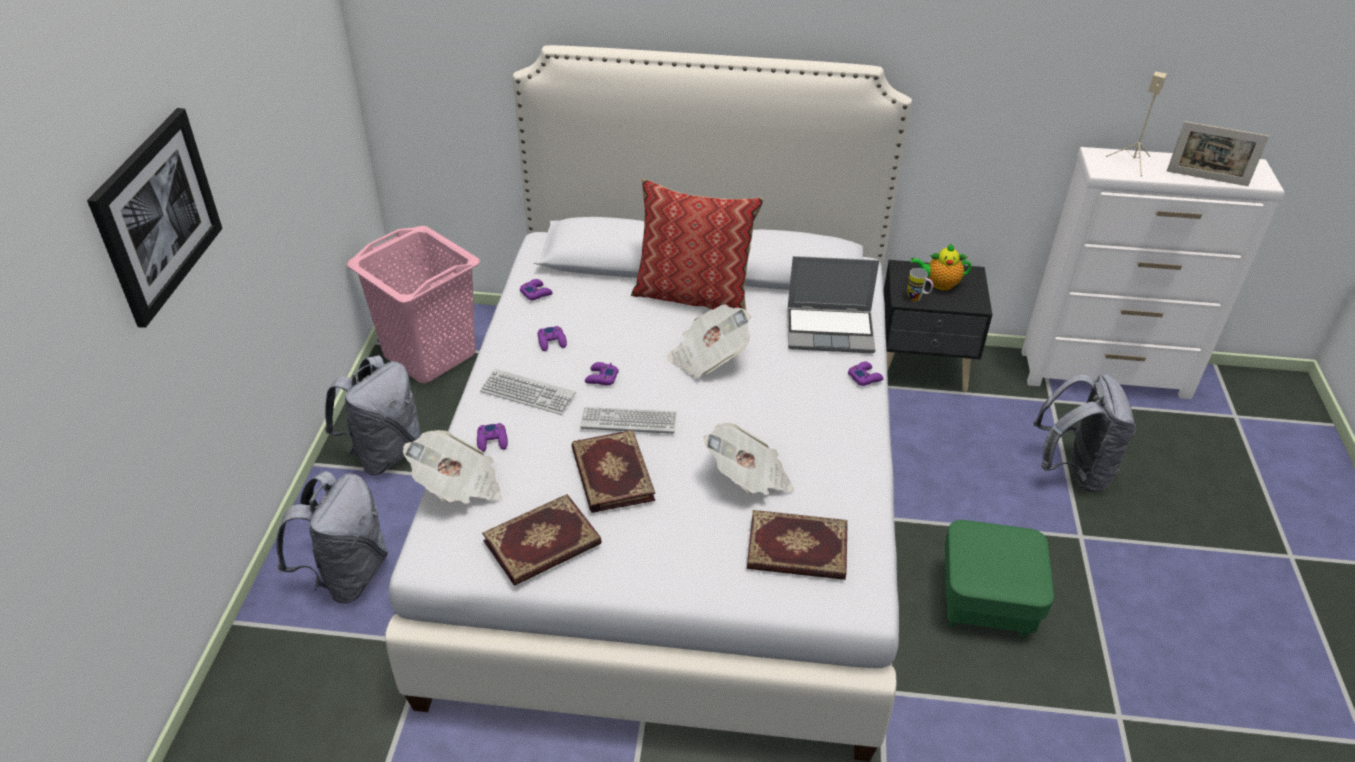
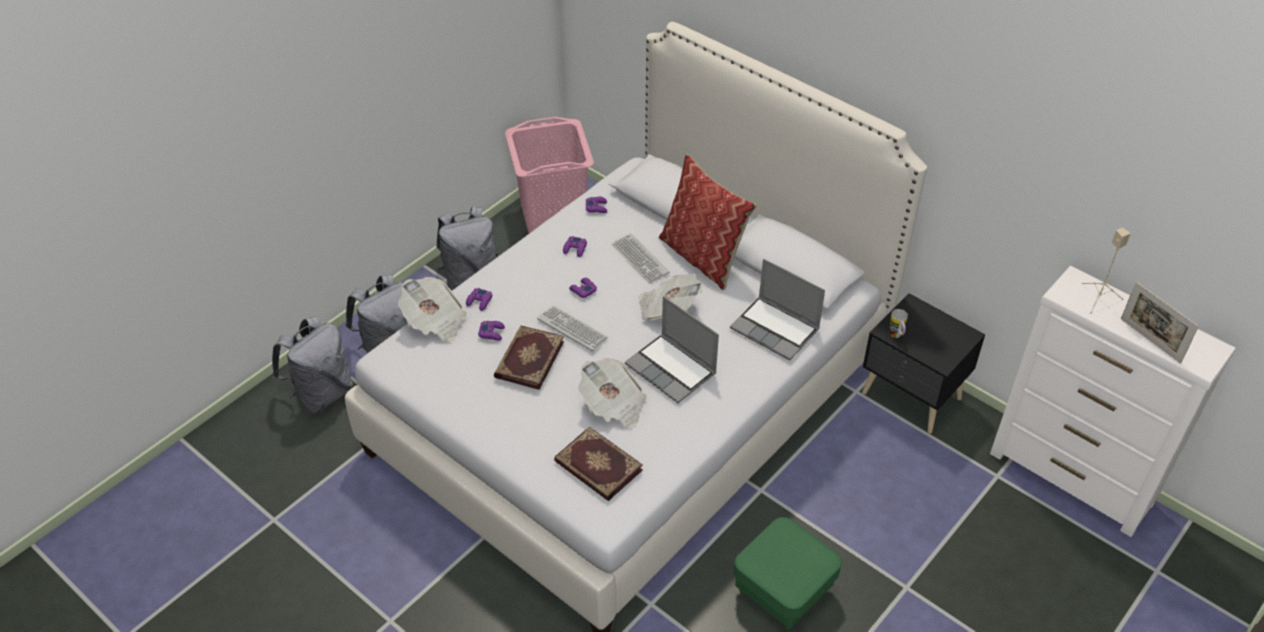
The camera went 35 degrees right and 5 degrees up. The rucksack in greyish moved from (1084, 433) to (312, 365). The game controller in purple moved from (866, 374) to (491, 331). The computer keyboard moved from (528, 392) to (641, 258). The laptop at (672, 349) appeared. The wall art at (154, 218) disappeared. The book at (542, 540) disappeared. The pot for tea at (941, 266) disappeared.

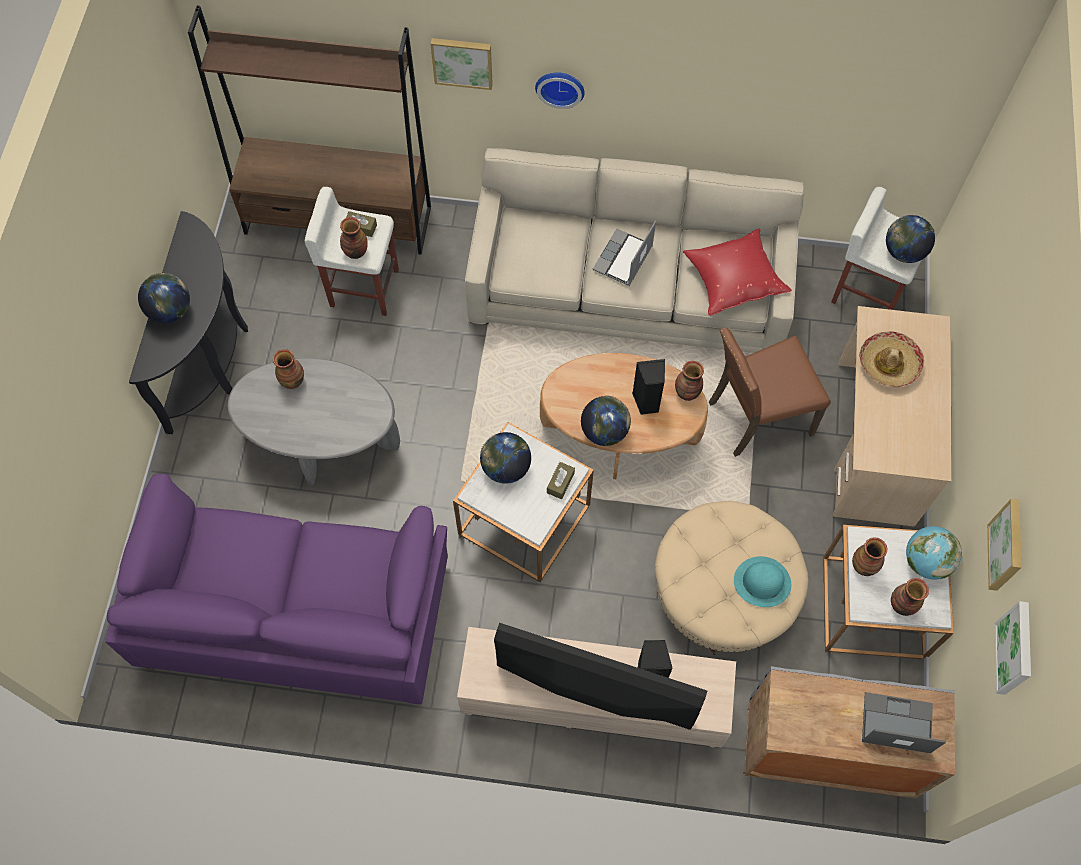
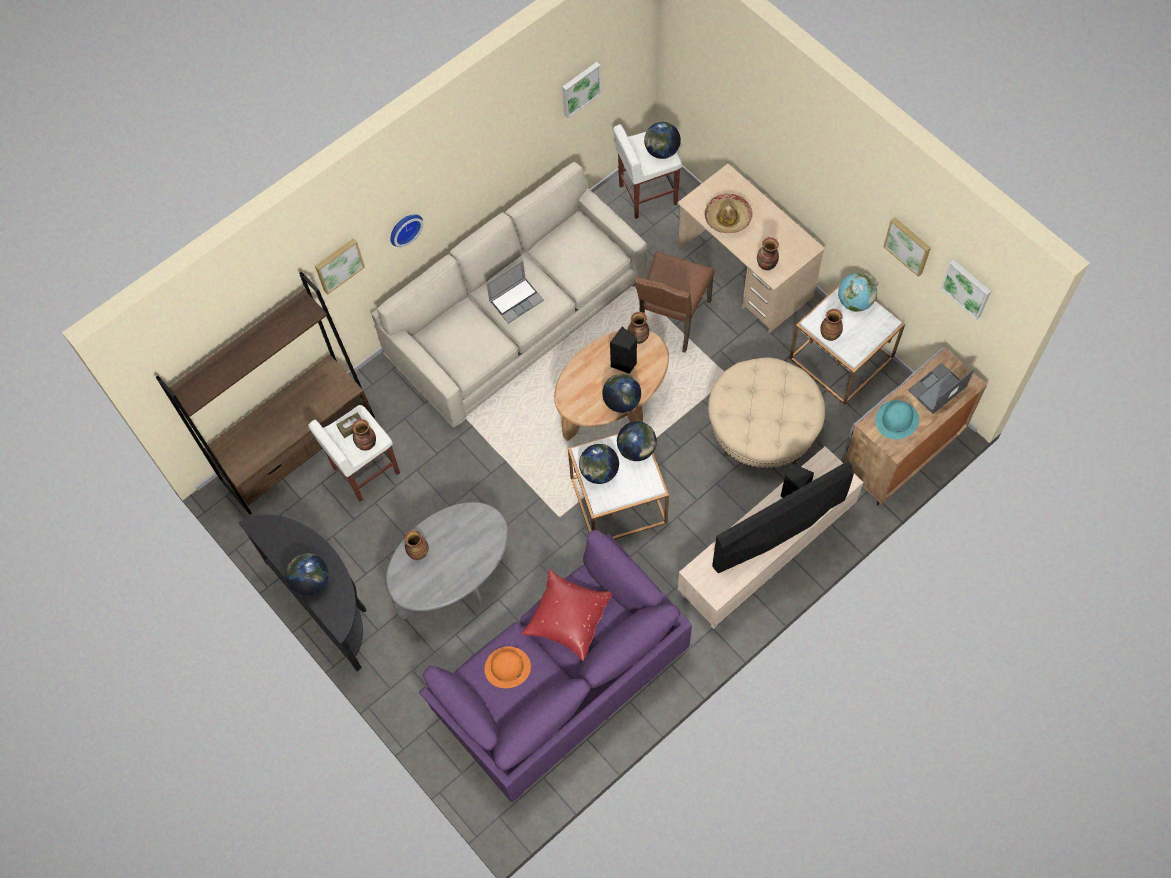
The camera went 45 degrees left and 0 degrees up. The clothing hat in orangey at (507, 667) appeared. The laptop at (624, 253) turned 105 degrees counterclockwise. The pillow in red-coloured moved from (737, 272) to (566, 615). The wall art at (581, 90) appeared. The tissue holder in brown at (561, 480) was replaced by the world globe at (637, 441). The vase moved from (910, 597) to (768, 253). The clothing hat in turquoise moved from (762, 581) to (897, 419).

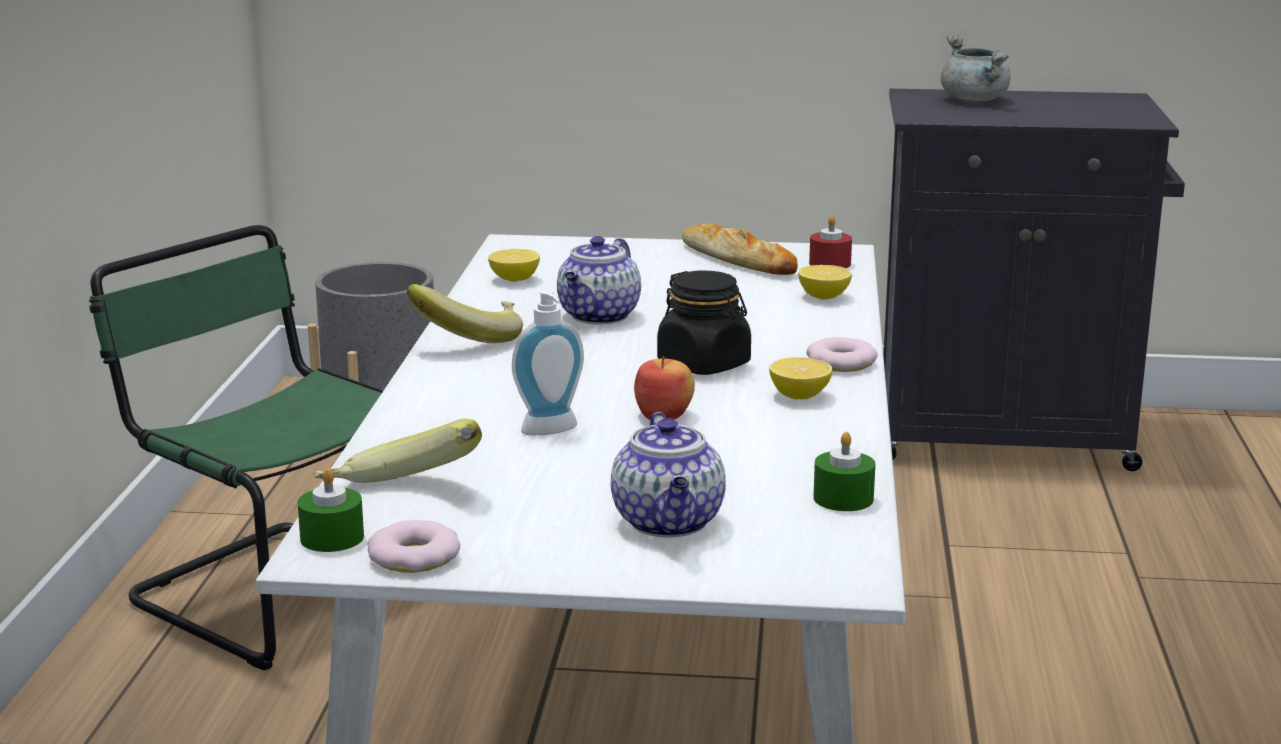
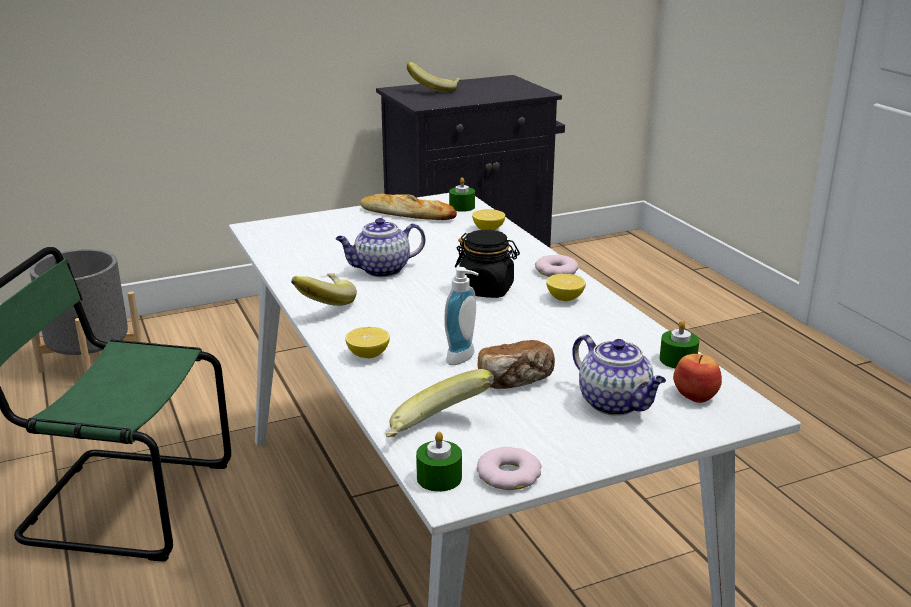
The camera went 30 degrees left and 5 degrees up. The pot for tea at (599, 280) turned 75 degrees clockwise. The whole lemon moved from (514, 265) to (367, 342). The cooking pot in greyish at (976, 68) was replaced by the banana at (434, 77). The wax light in red-coloured at (830, 241) became the wax light in greenish at (462, 194). The bread at (516, 364) appeared. The whole apple moved from (664, 388) to (697, 378).

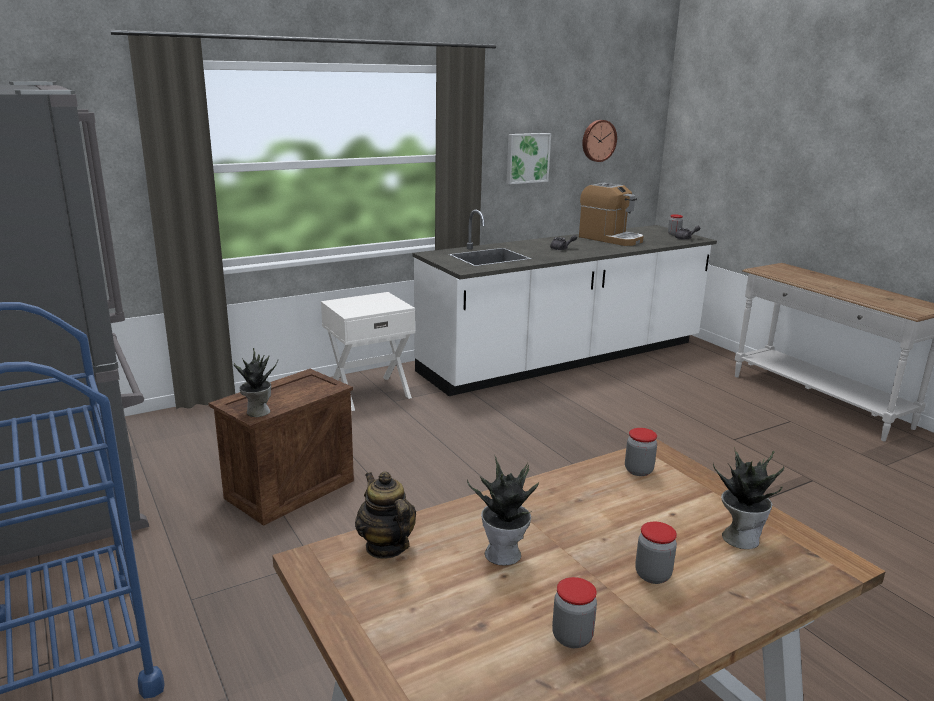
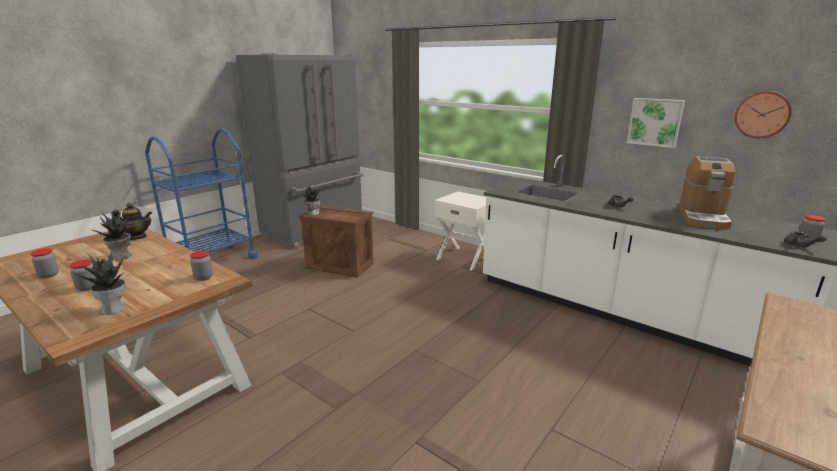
The camera went 70 degrees right and 0 degrees up. The pot for tea at (385, 515) turned 45 degrees clockwise.

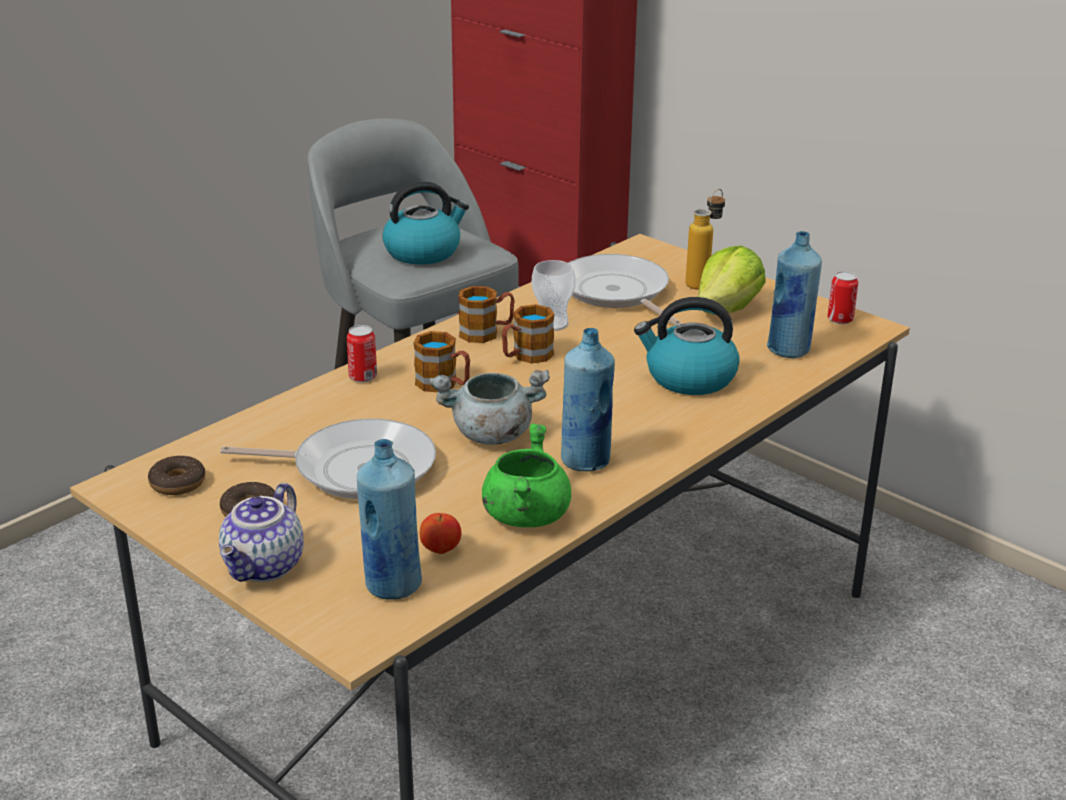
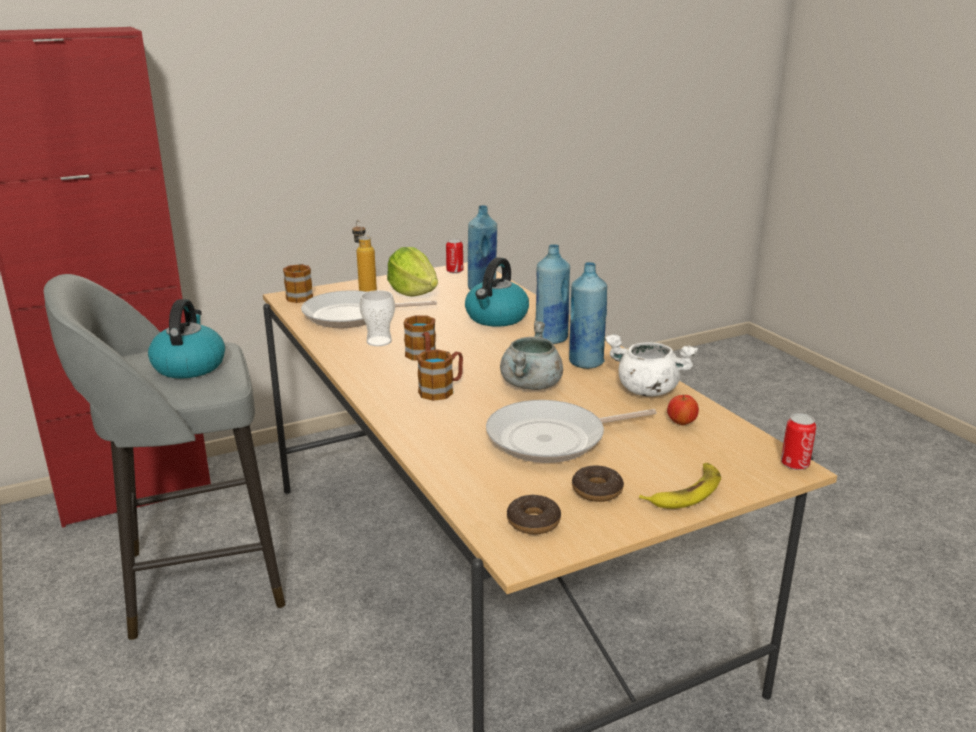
The camera went 70 degrees left and 5 degrees down. The tea mug moved from (486, 314) to (298, 283). The frying pan at (328, 459) turned 135 degrees counterclockwise. The beverage bottle in bluish moved from (389, 519) to (553, 294). The cooking pot in greenish at (526, 475) became the cooking pot in white at (651, 365). The pot for tea at (261, 532) was replaced by the banana at (680, 486). The metal can moved from (362, 353) to (798, 441).

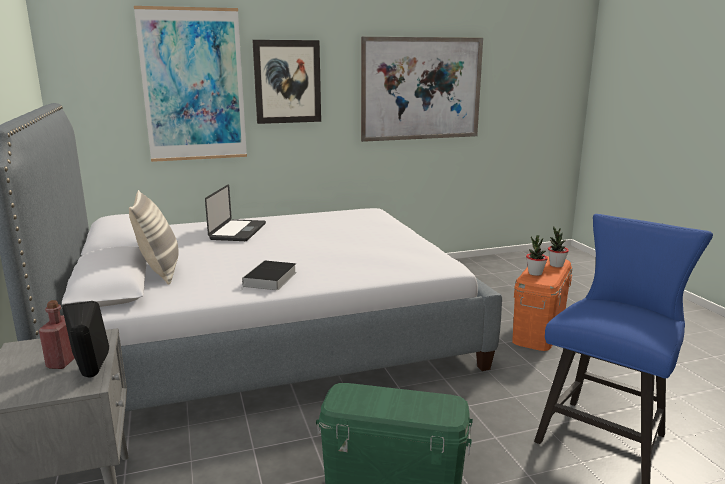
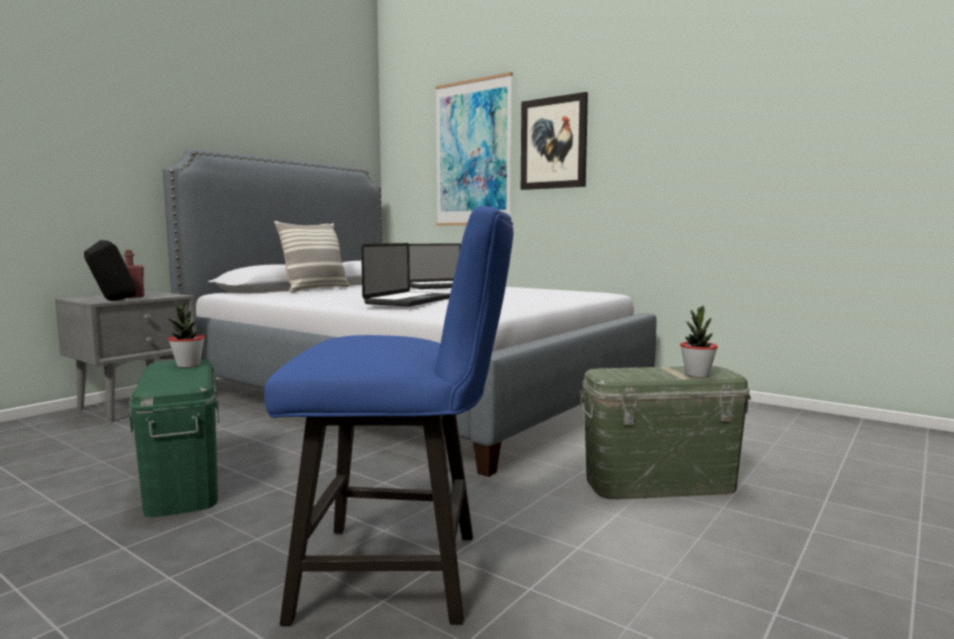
The camera went 55 degrees right and 10 degrees down. The plant in a pot moved from (537, 255) to (186, 334). The laptop at (405, 275) appeared. The storage container in orangey at (542, 303) became the storage container in greenish at (665, 432). The book at (269, 275) disappeared. The wall art at (422, 89) disappeared.

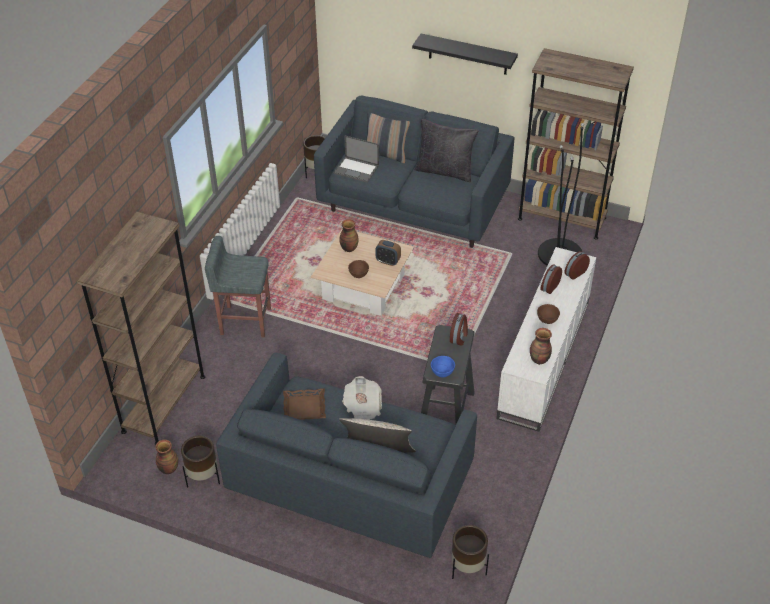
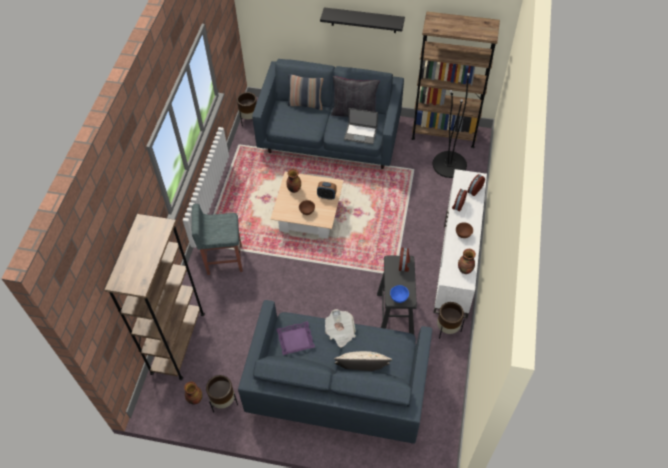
The camera went 10 degrees left and 10 degrees up. The carrying tray in brown at (304, 404) became the carrying tray in purple at (295, 338). The laptop moved from (356, 159) to (361, 126). The flower pot in brown moved from (470, 552) to (451, 320).

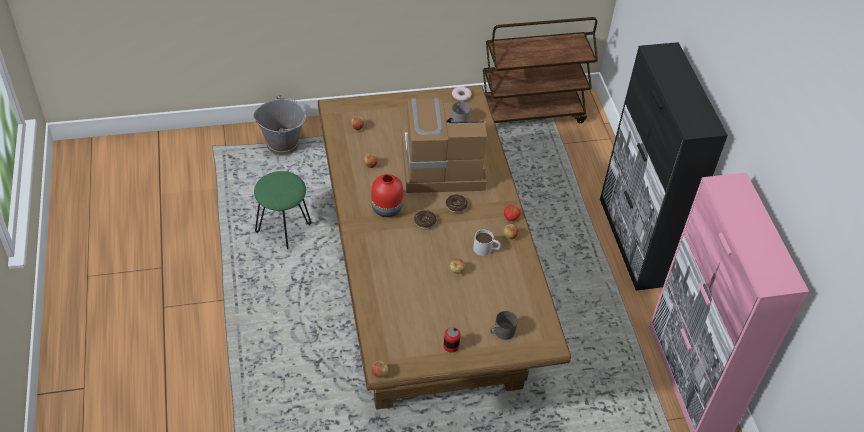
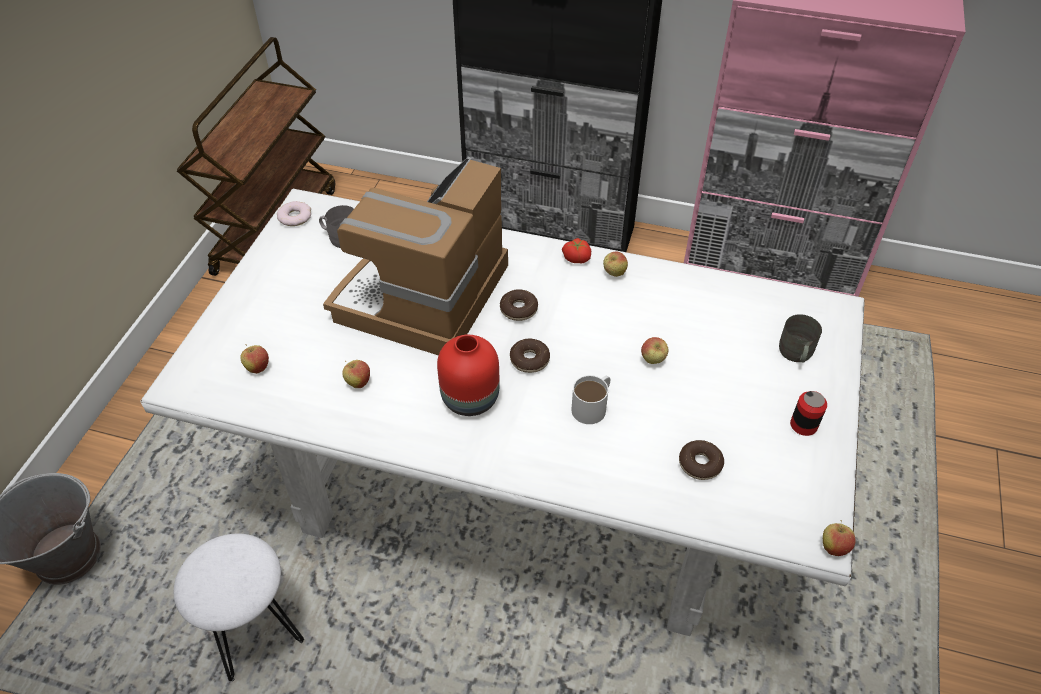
The camera went 60 degrees left and 0 degrees up. The dining table in brown at (444, 247) became the dining table in white at (503, 412). The stool seat in greenish at (282, 210) became the stool seat in white at (239, 607). The tea mug in white moved from (487, 243) to (591, 399). The ring doughnut at (701, 460) appeared.

